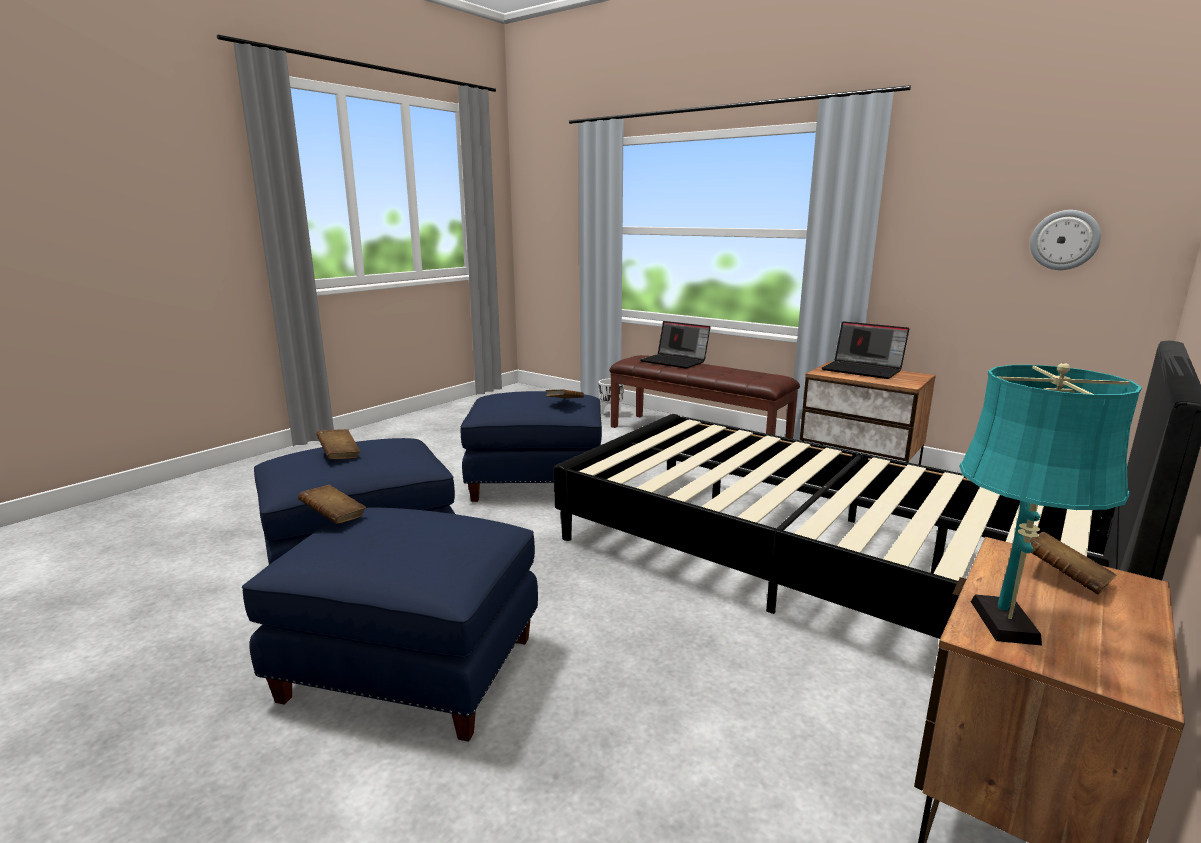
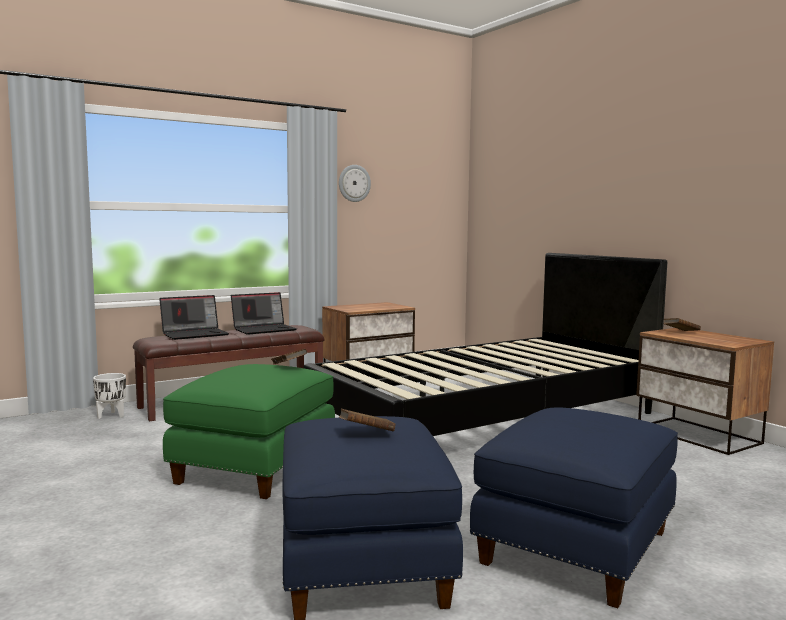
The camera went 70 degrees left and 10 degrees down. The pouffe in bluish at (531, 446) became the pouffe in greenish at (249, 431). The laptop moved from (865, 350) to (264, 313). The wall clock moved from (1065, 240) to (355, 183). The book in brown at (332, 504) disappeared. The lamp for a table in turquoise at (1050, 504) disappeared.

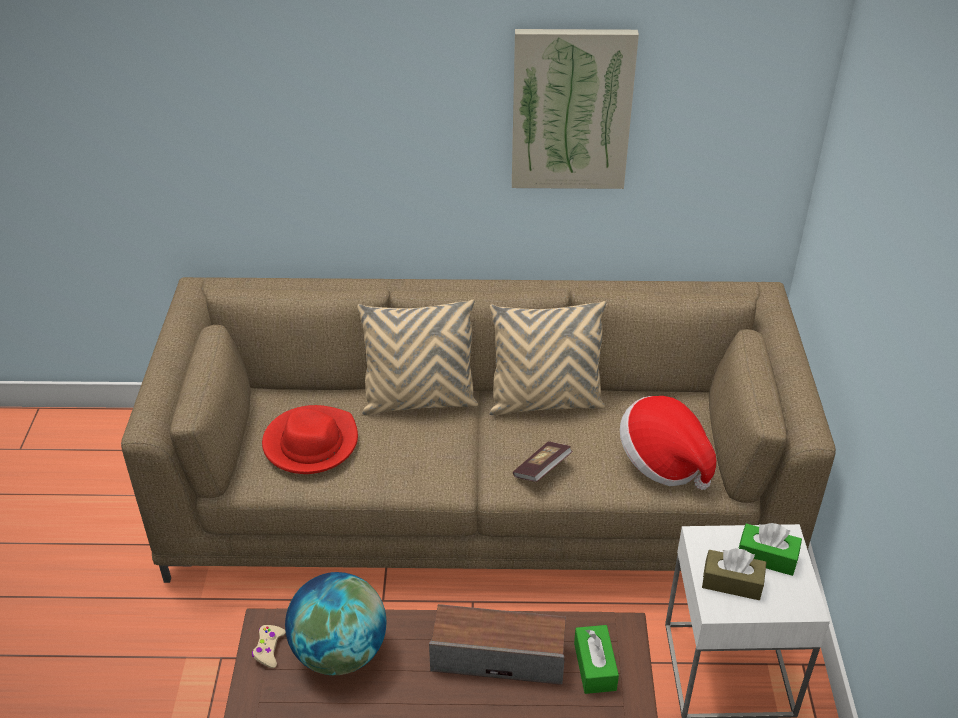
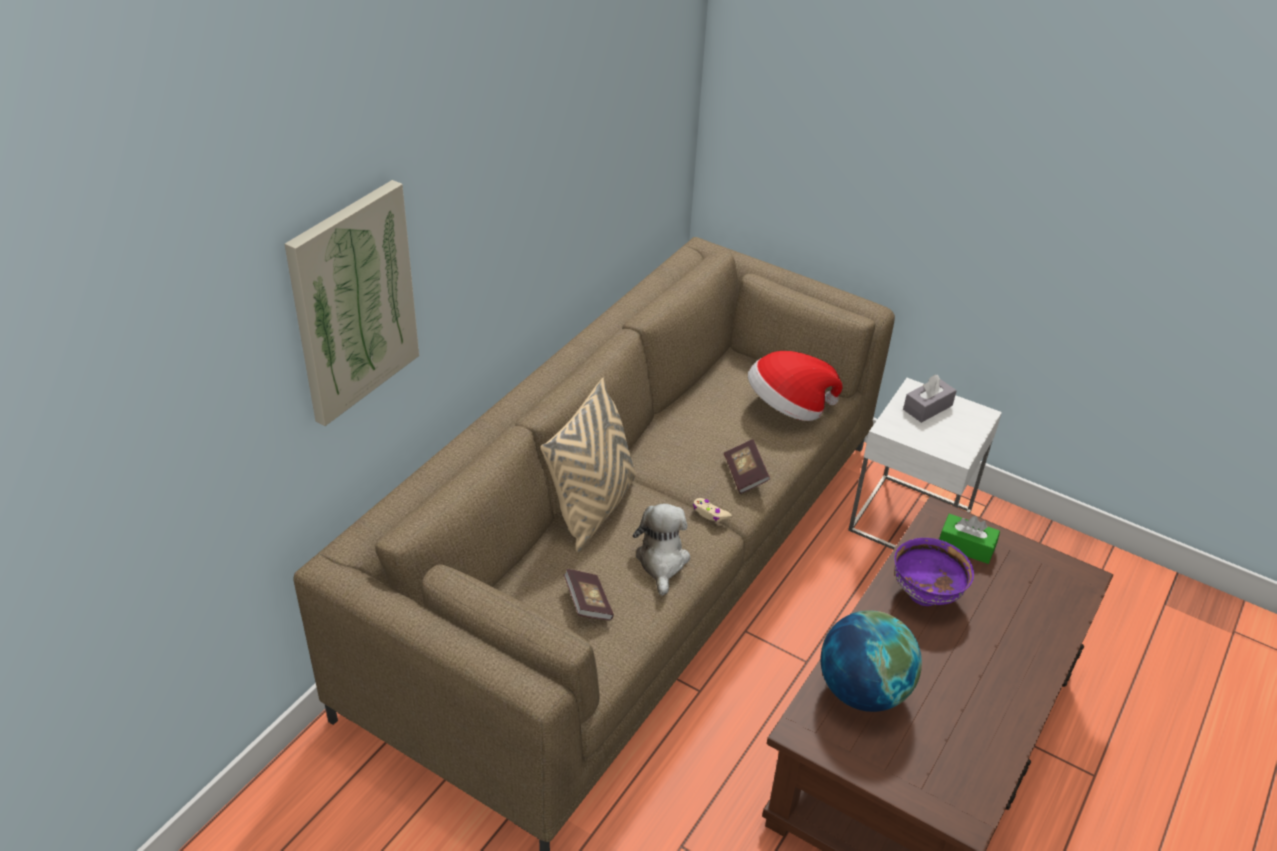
The camera went 60 degrees left and 0 degrees up. The wall art moved from (575, 109) to (352, 303). The clothing hat in red-coloured at (310, 439) was replaced by the book at (589, 595). The cuddly toy at (661, 550) appeared. The game controller in beige moved from (269, 646) to (712, 510). The audio speaker at (497, 644) was replaced by the deep dish in purple at (934, 572). The tissue holder in greenish at (770, 549) became the tissue holder in greyish at (930, 399). The pillow in beige at (547, 358) disappeared. The tissue holder in brown at (734, 574) disappeared.

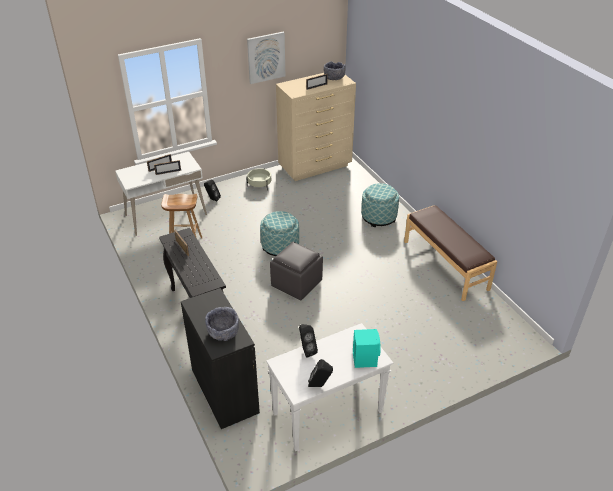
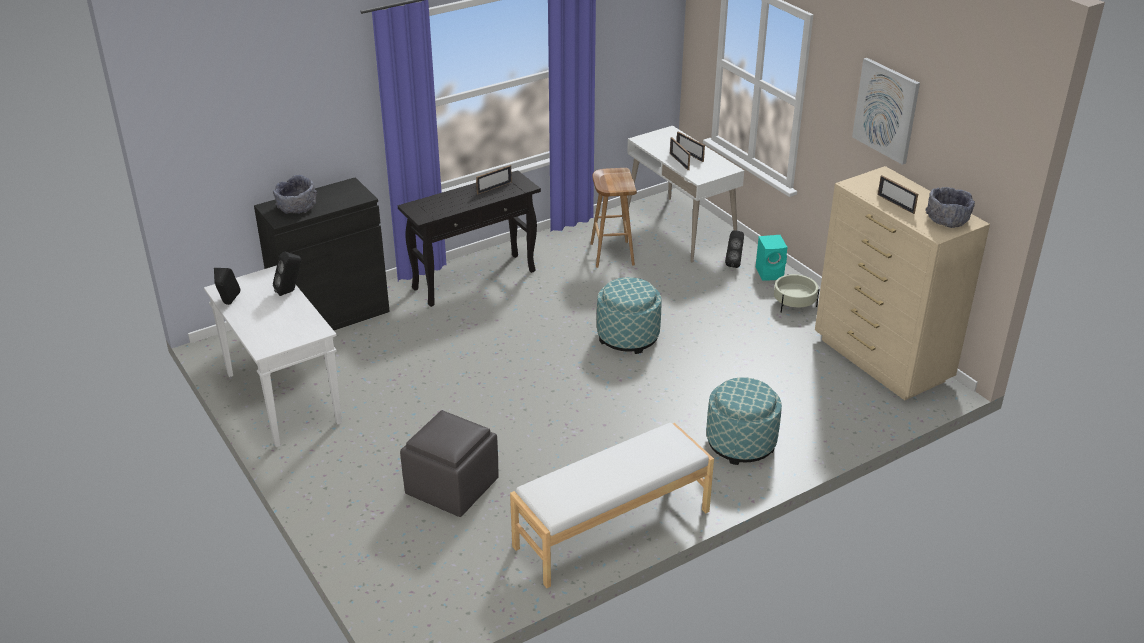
The camera went 85 degrees right and 5 degrees down. The pouffe in greyish moved from (296, 271) to (449, 463). The long seat in brown at (450, 253) became the long seat in white at (612, 505). The audio speaker in turquoise moved from (367, 348) to (771, 257).

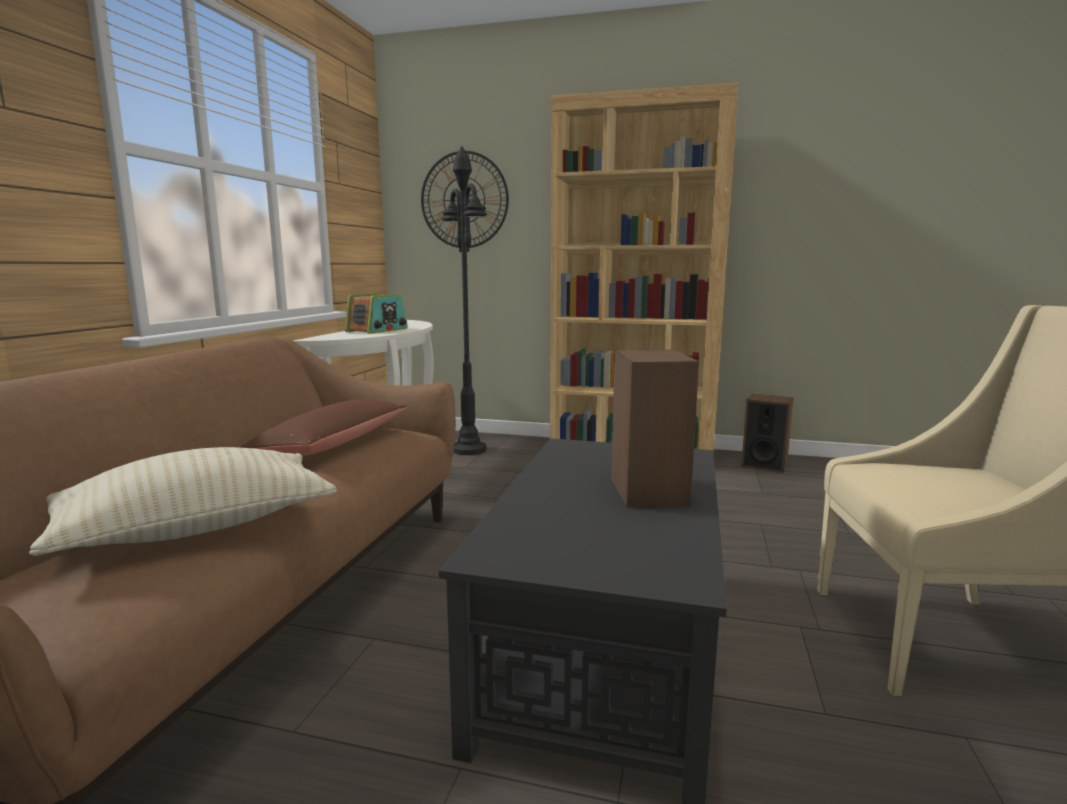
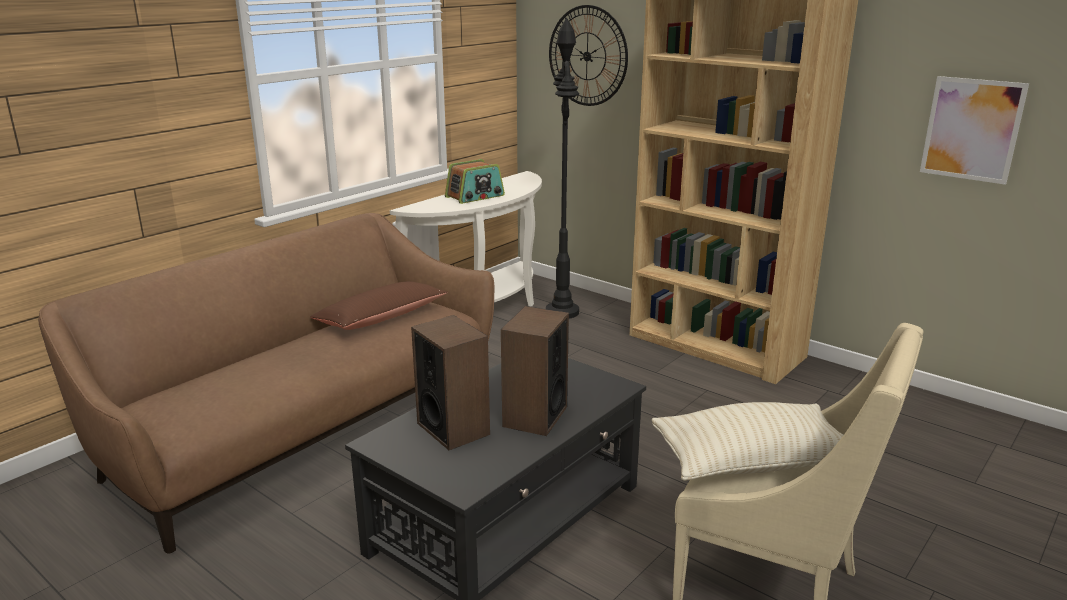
The camera went 25 degrees right and 10 degrees up. The audio speaker moved from (767, 433) to (450, 382). The pillow in beige moved from (183, 501) to (747, 441). The wall art at (974, 130) appeared.

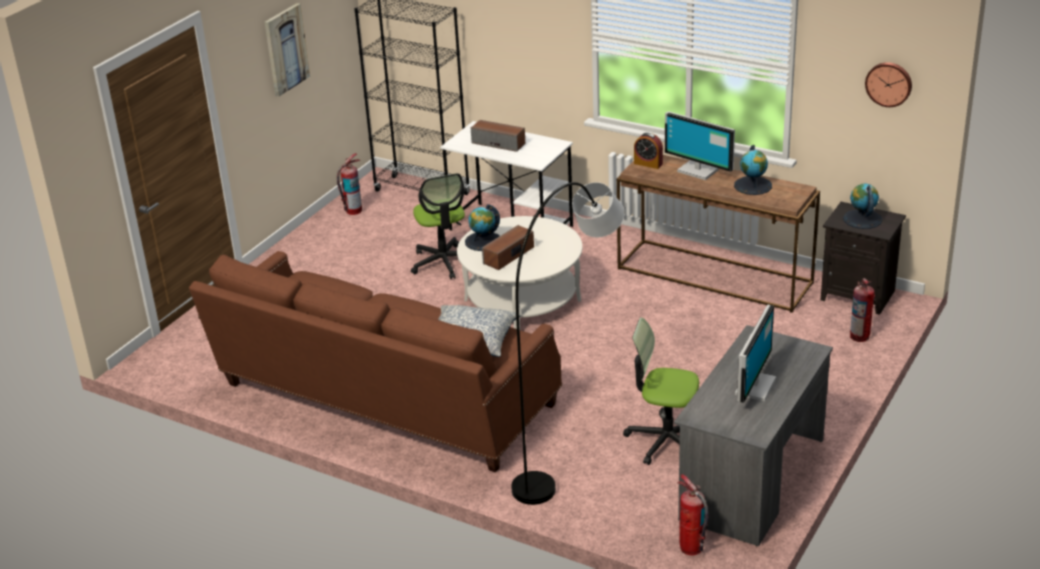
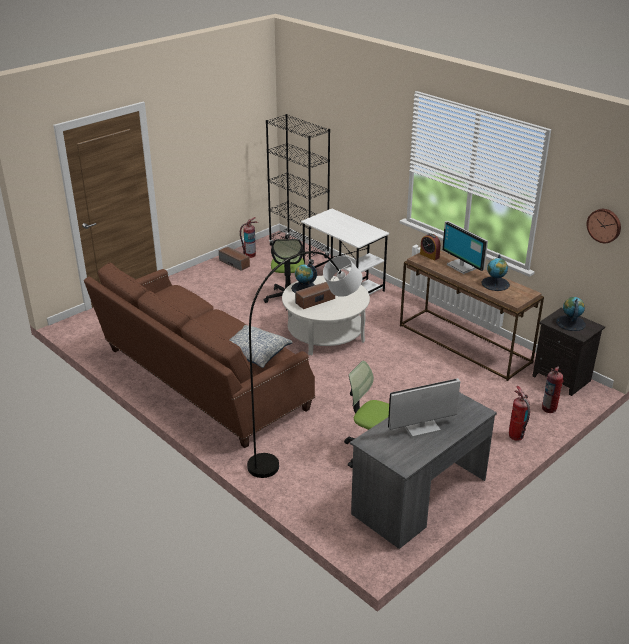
The camera went 15 degrees right and 0 degrees up. The audio speaker moved from (498, 136) to (234, 259). The computer display at (756, 353) turned 150 degrees counterclockwise. The fire extinguisher moved from (693, 514) to (519, 413). The wall art at (287, 50) disappeared.

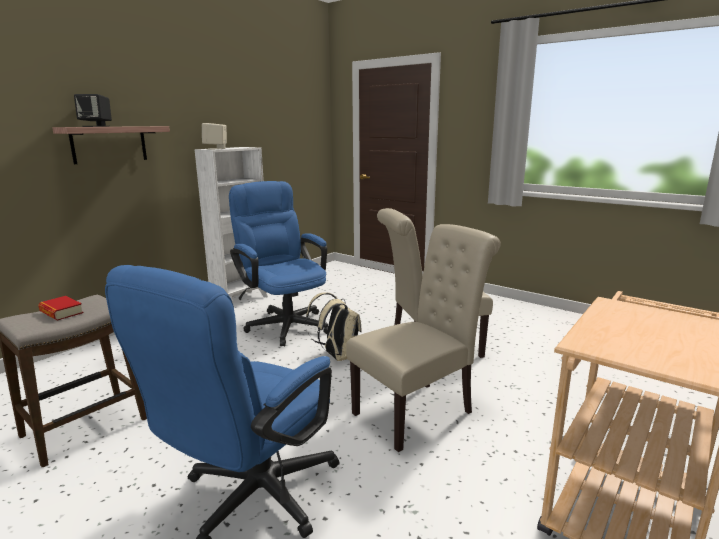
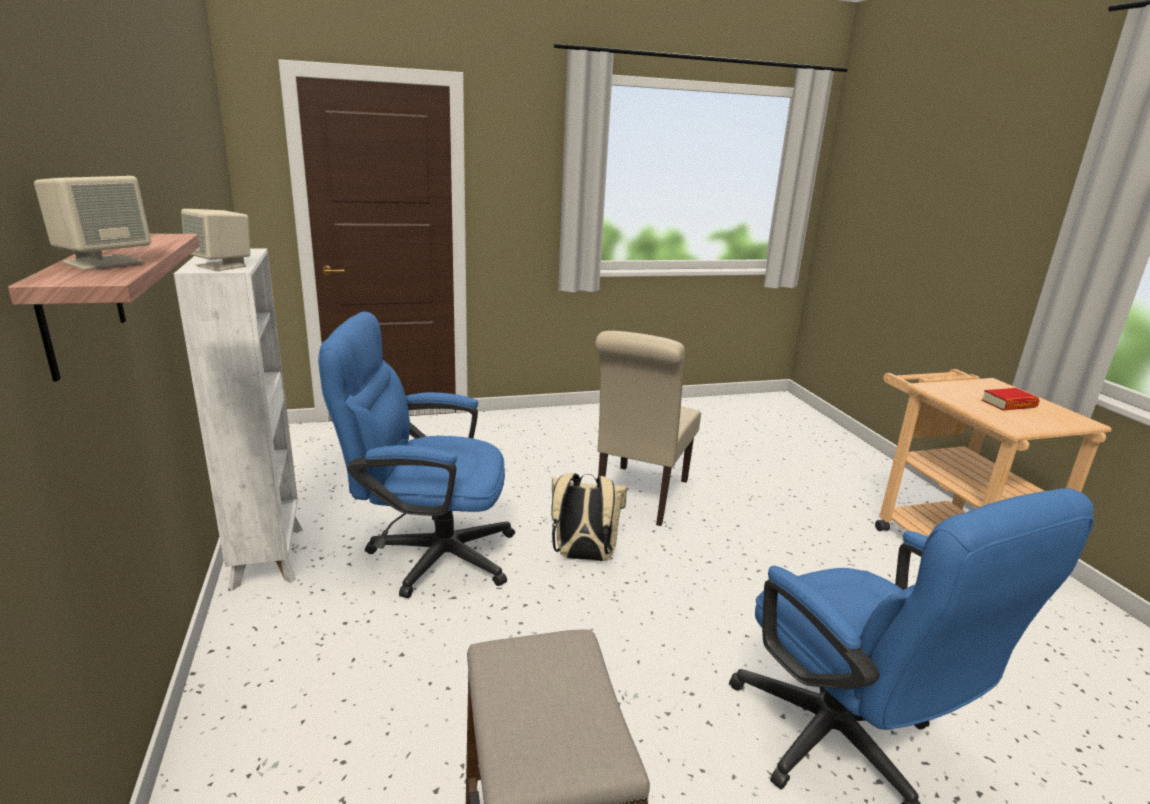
The camera went 55 degrees left and 5 degrees up. The audio speaker in black-coloured at (93, 110) became the audio speaker in beige at (92, 223). The book moved from (60, 308) to (1010, 399). The chair in beige at (423, 338) disappeared.

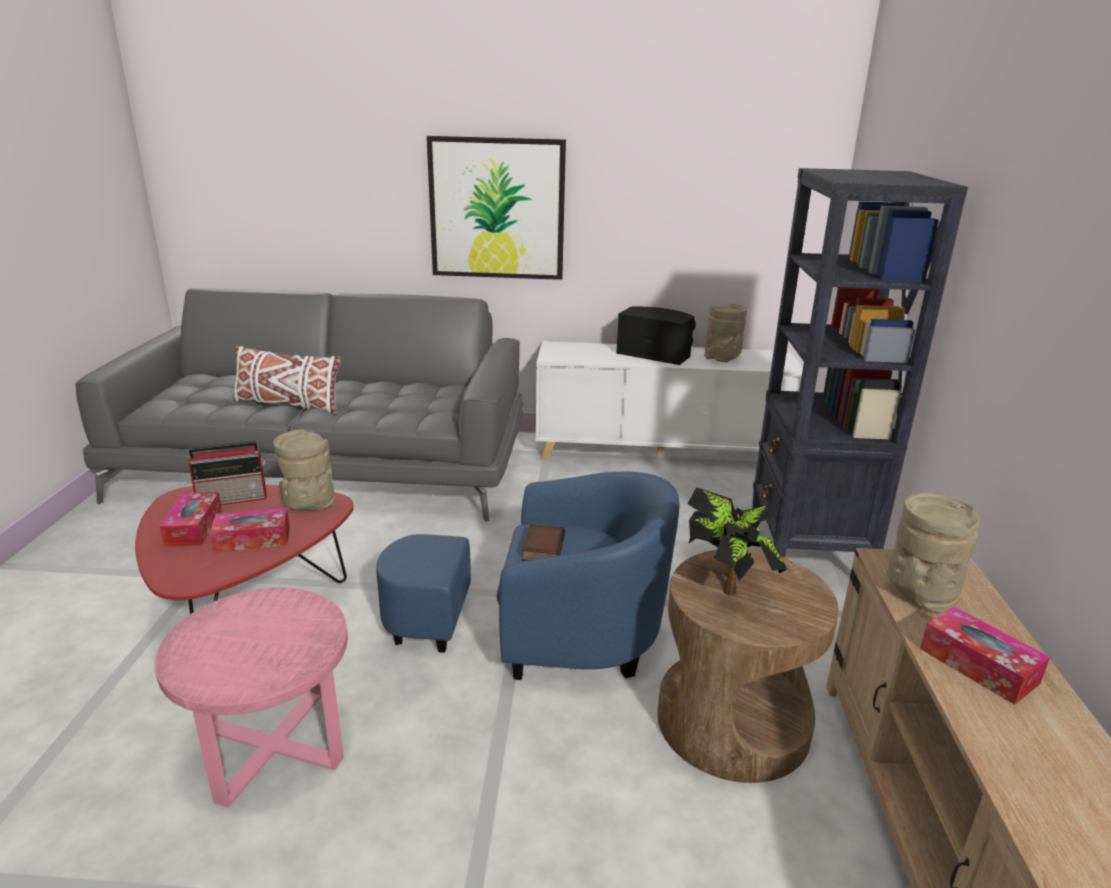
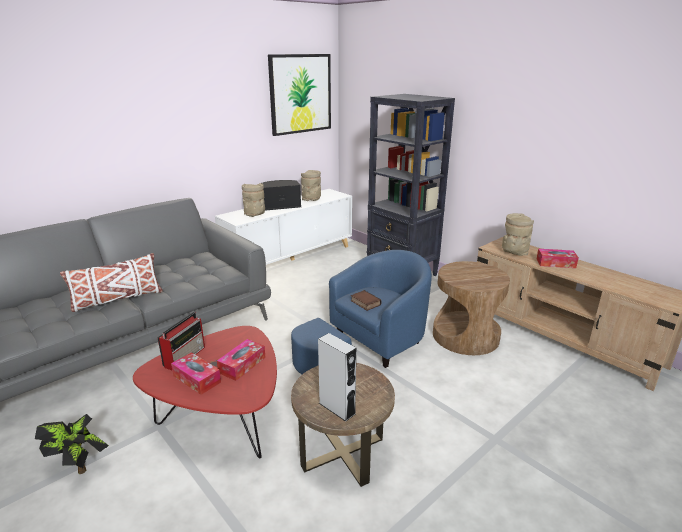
The camera went 45 degrees left and 0 degrees up. The plant in a pot moved from (737, 541) to (72, 444). The vase in beige moved from (304, 470) to (253, 200). The wall art moved from (496, 208) to (299, 95). The accent table in pink-coloured at (251, 697) became the accent table in brown at (343, 425). The audio speaker in greyish at (337, 377) appeared.

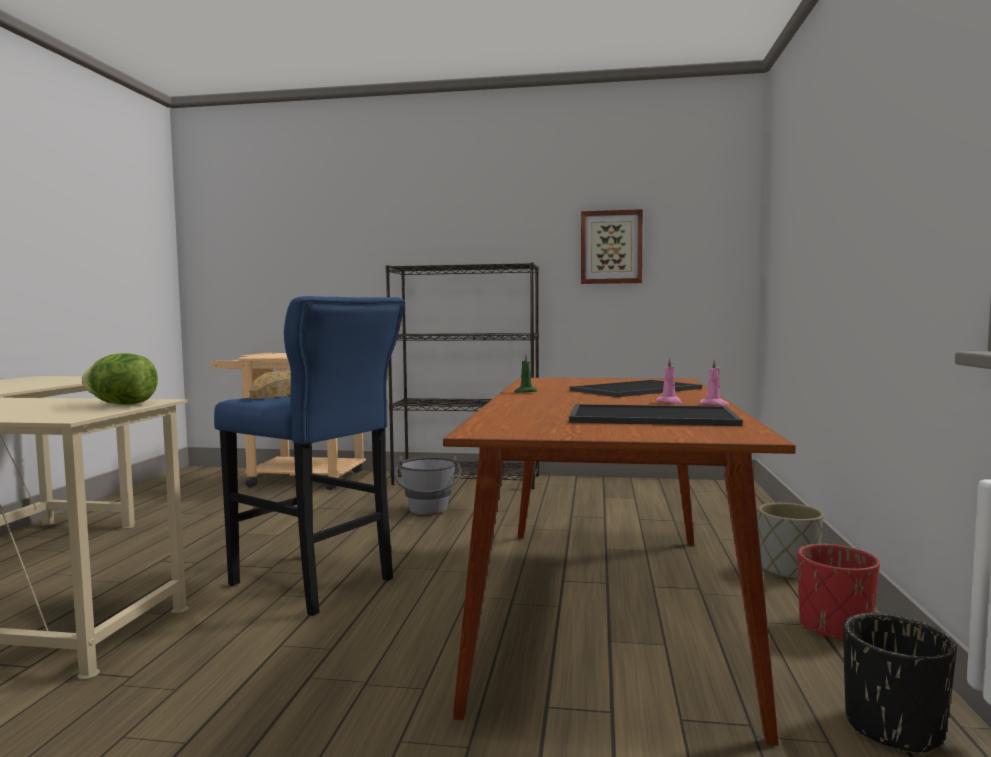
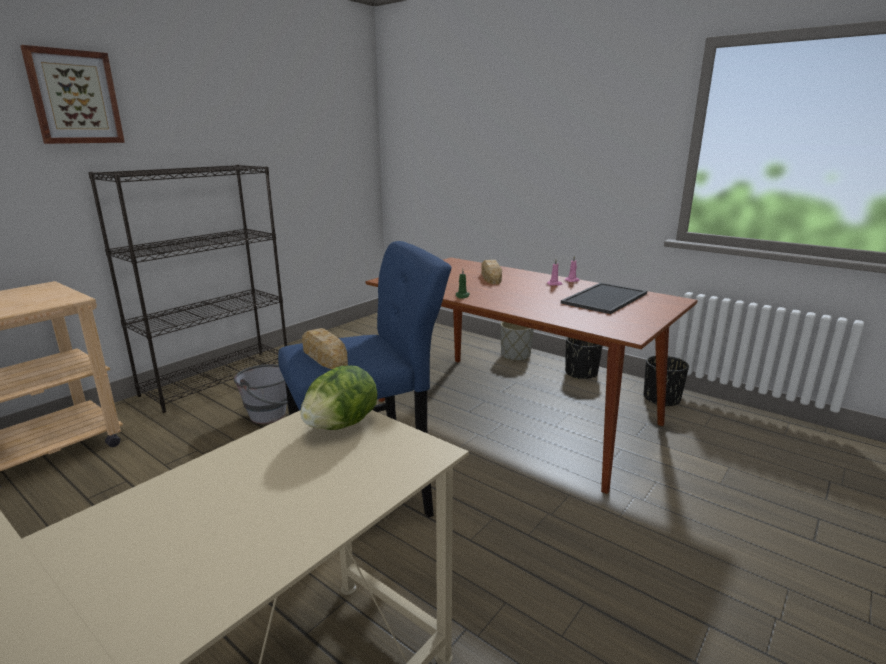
The camera went 60 degrees left and 15 degrees up. The wall art moved from (612, 246) to (72, 94). The carrying tray at (636, 388) was replaced by the bread at (491, 272). The flower pot in red-coloured at (839, 592) became the flower pot in black-coloured at (584, 358).

